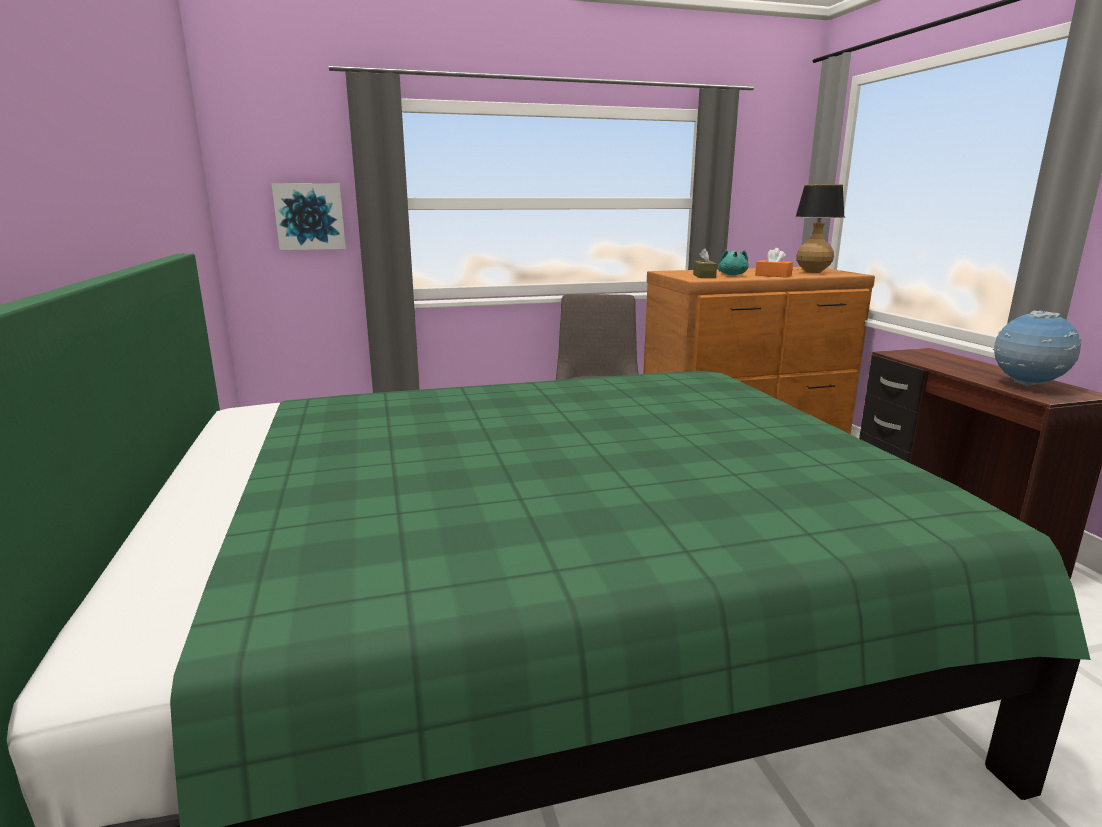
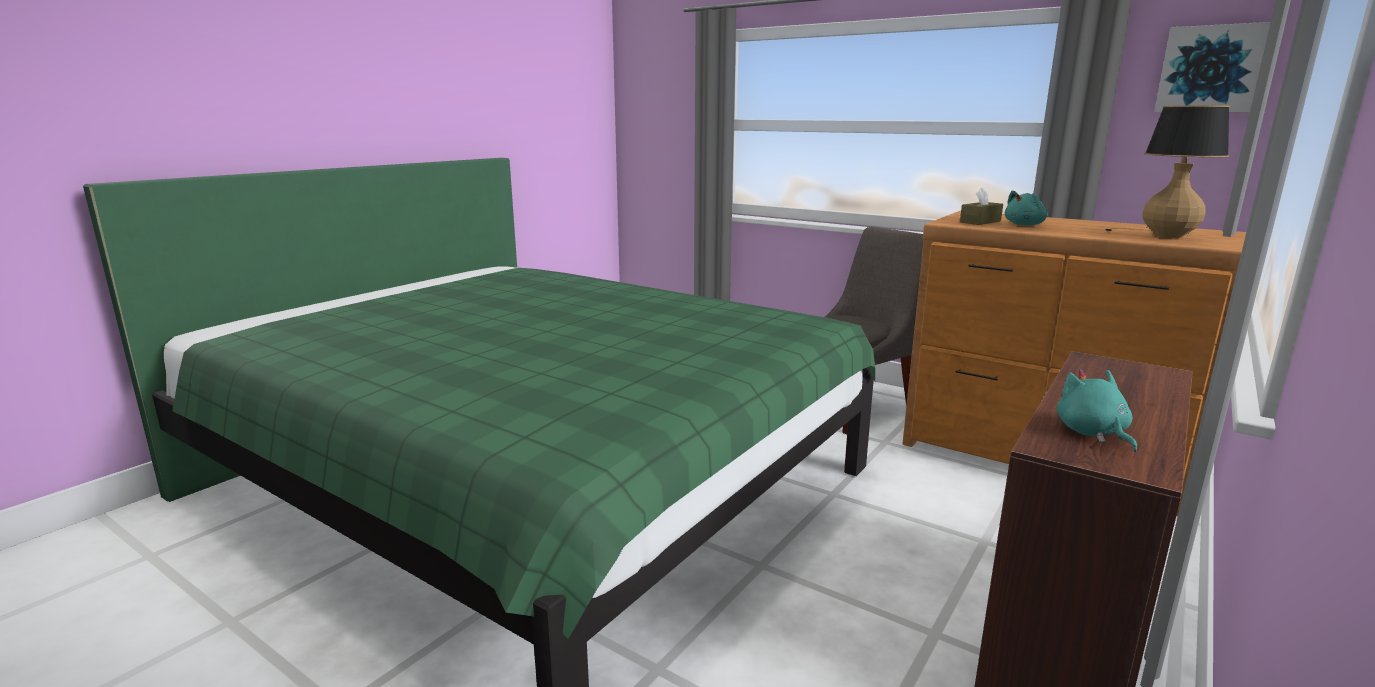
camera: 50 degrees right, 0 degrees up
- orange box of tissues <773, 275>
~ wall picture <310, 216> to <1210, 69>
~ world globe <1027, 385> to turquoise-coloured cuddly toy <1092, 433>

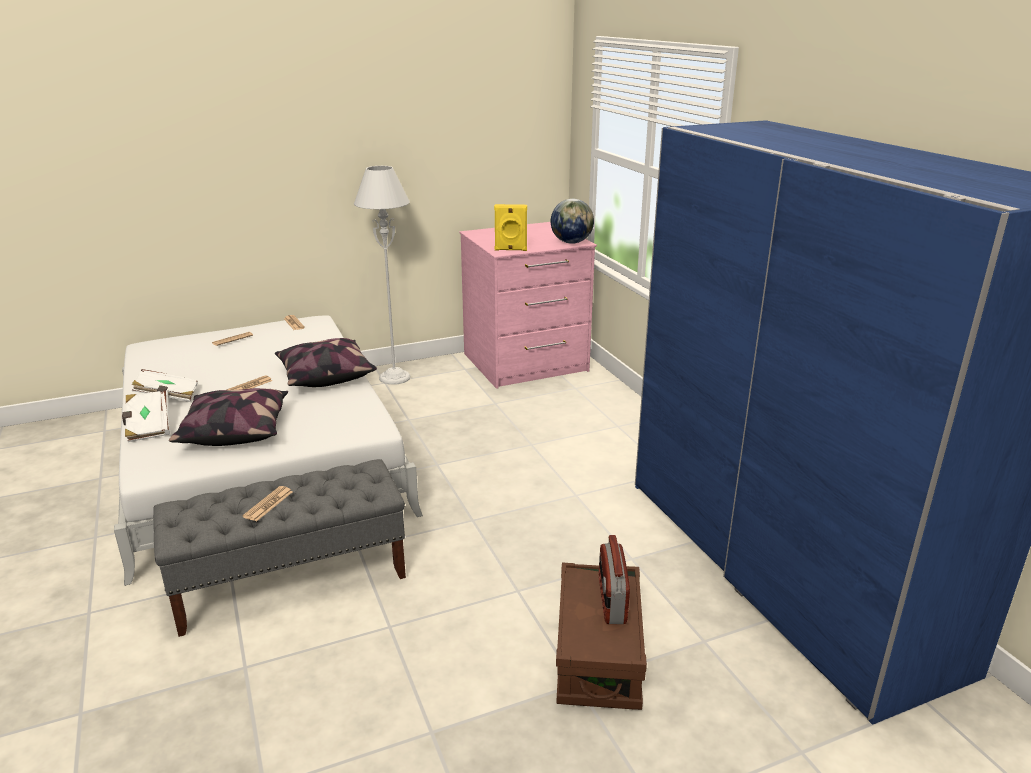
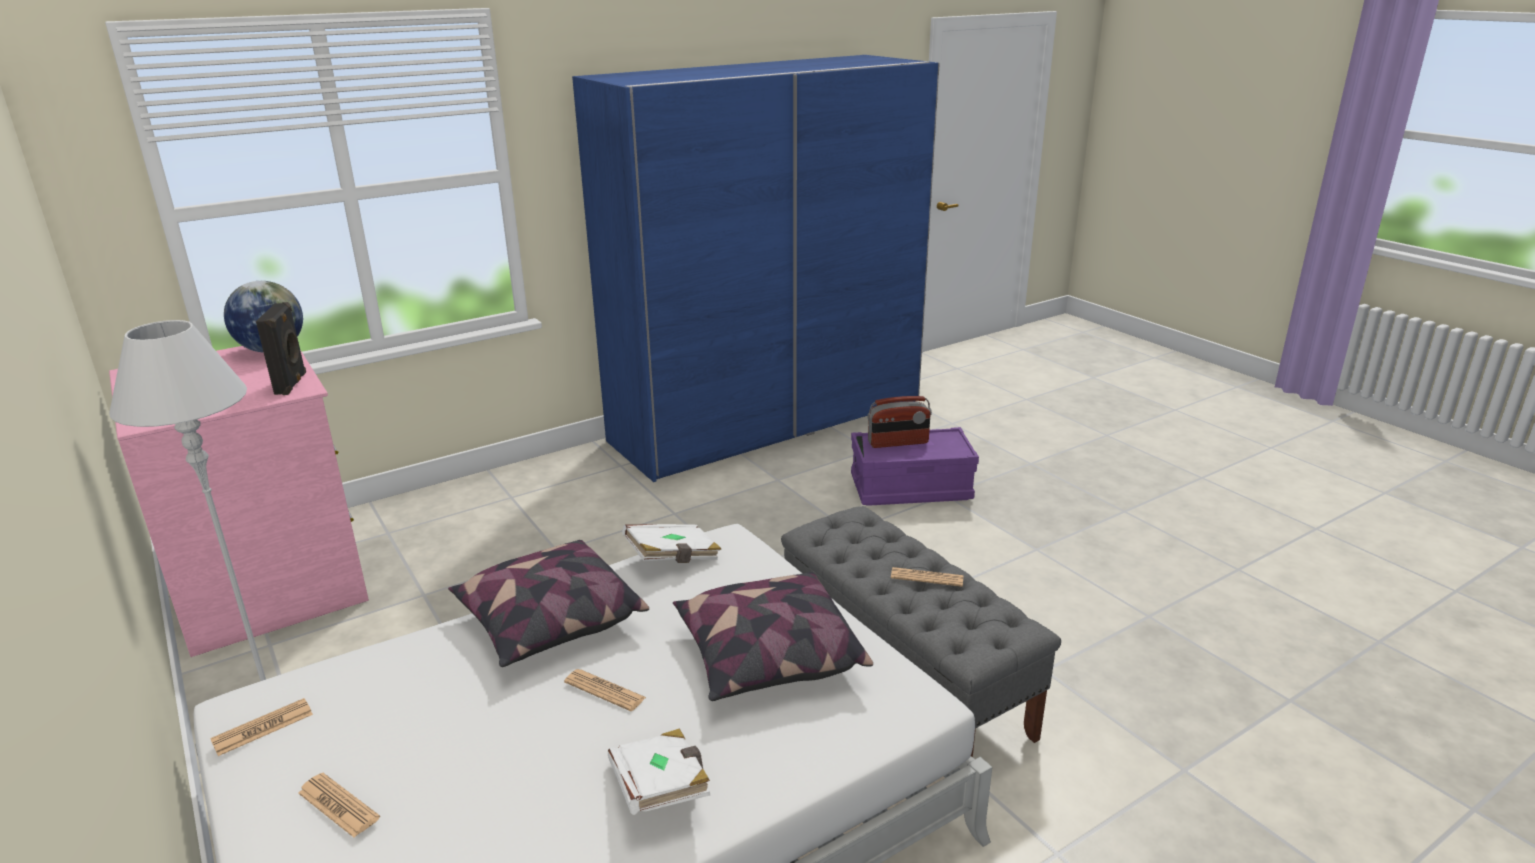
camera: 100 degrees left, 0 degrees up
~ whitish bound book <148, 427> to <673, 558>
~ yellowish loudspeaker <510, 250> to blackish loudspeaker <292, 384>
~ brown-coloured storage container <598, 656> to purple-coloured storage container <910, 488>

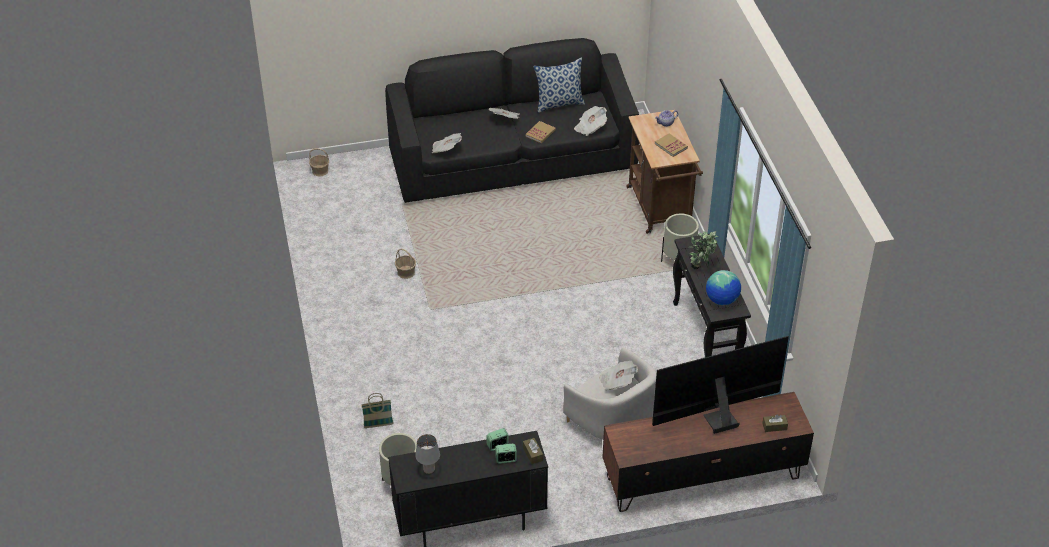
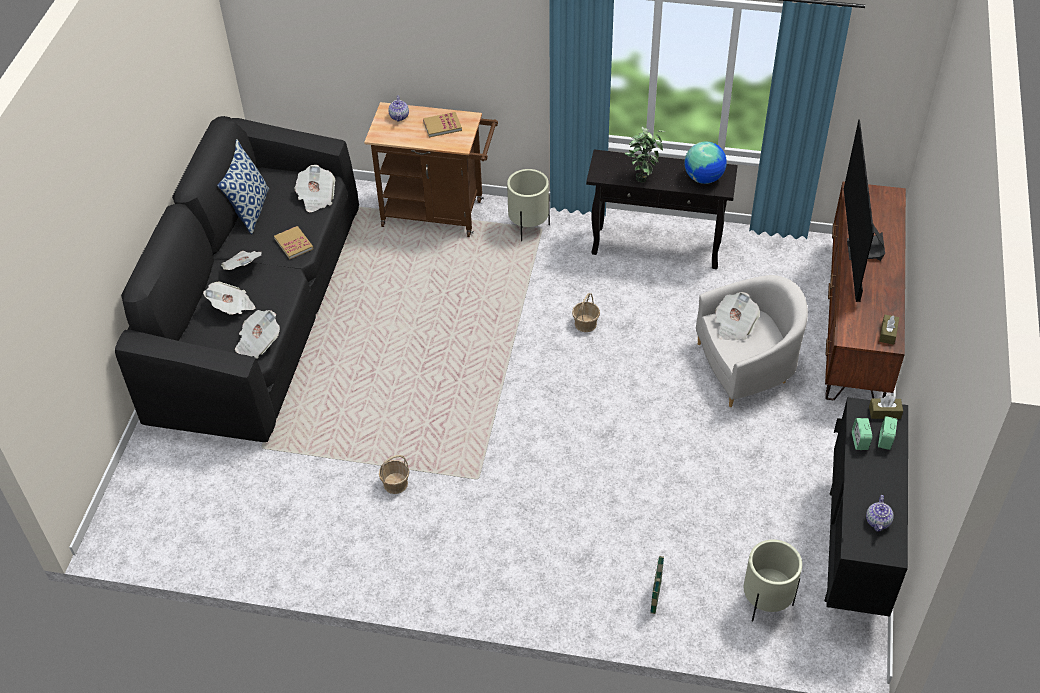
camera: 65 degrees left, 5 degrees up
+ printed paper <232, 307>
~ basket <320, 171> to <585, 323>
~ brown-coloured box of tissues <774, 426> to <888, 333>
~ greyish tabletop lamp <429, 470> to pot for tea <878, 521>

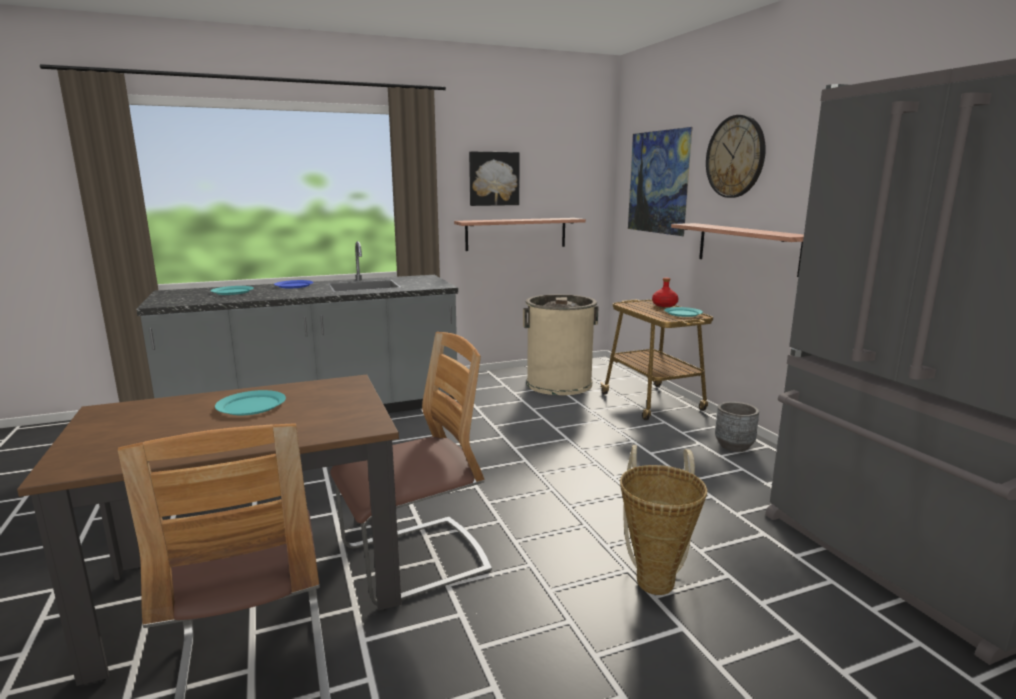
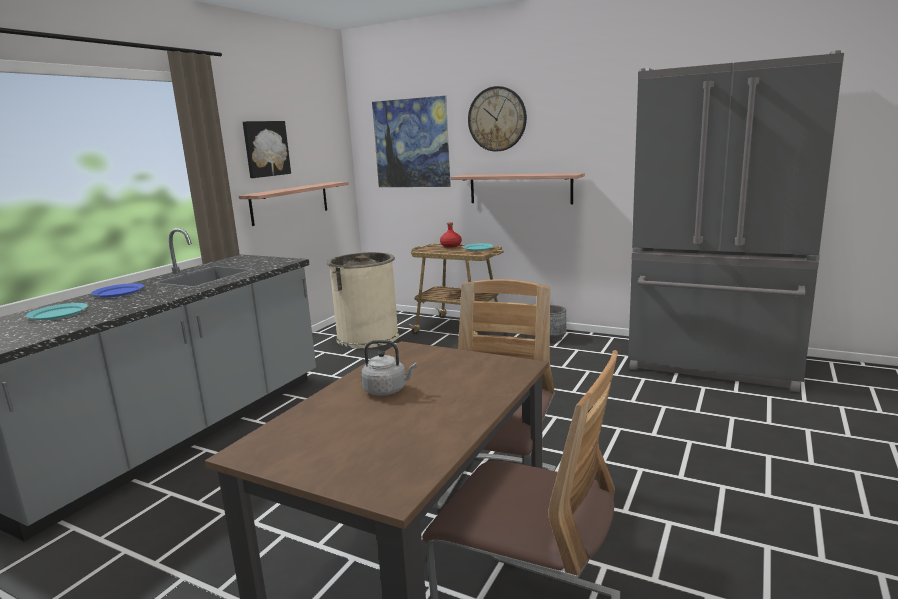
camera: 40 degrees left, 0 degrees up
- basket <655, 577>
~ turquoise-coloured flat dish <252, 406> to greyish water kettle <387, 390>

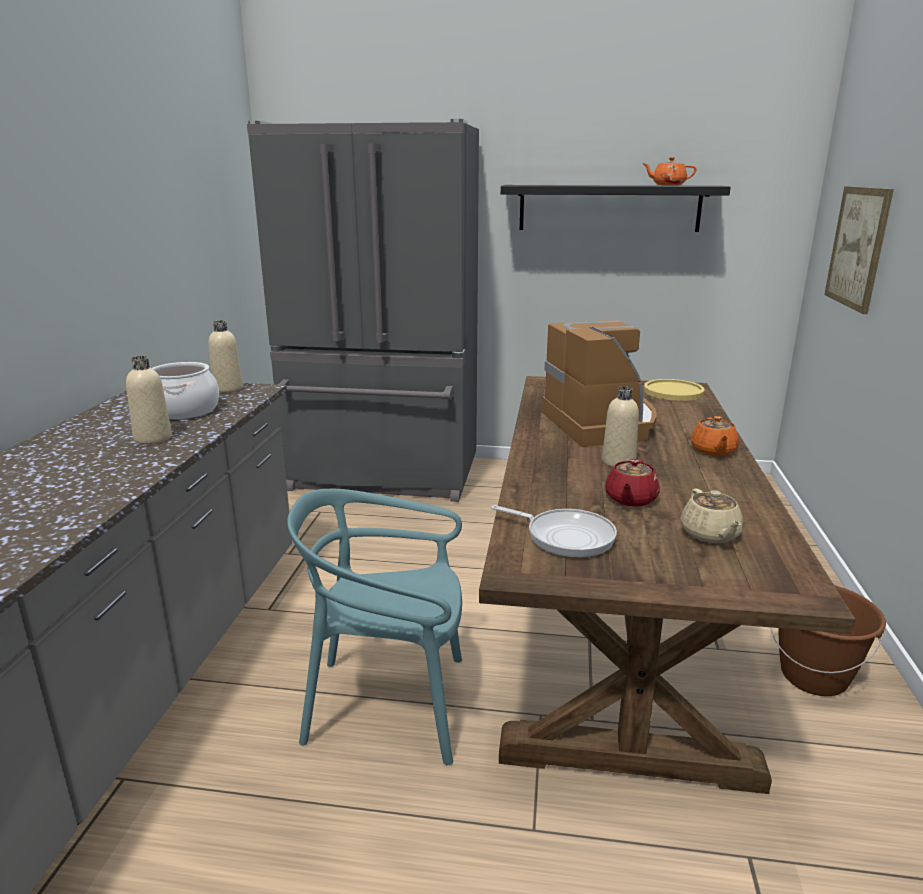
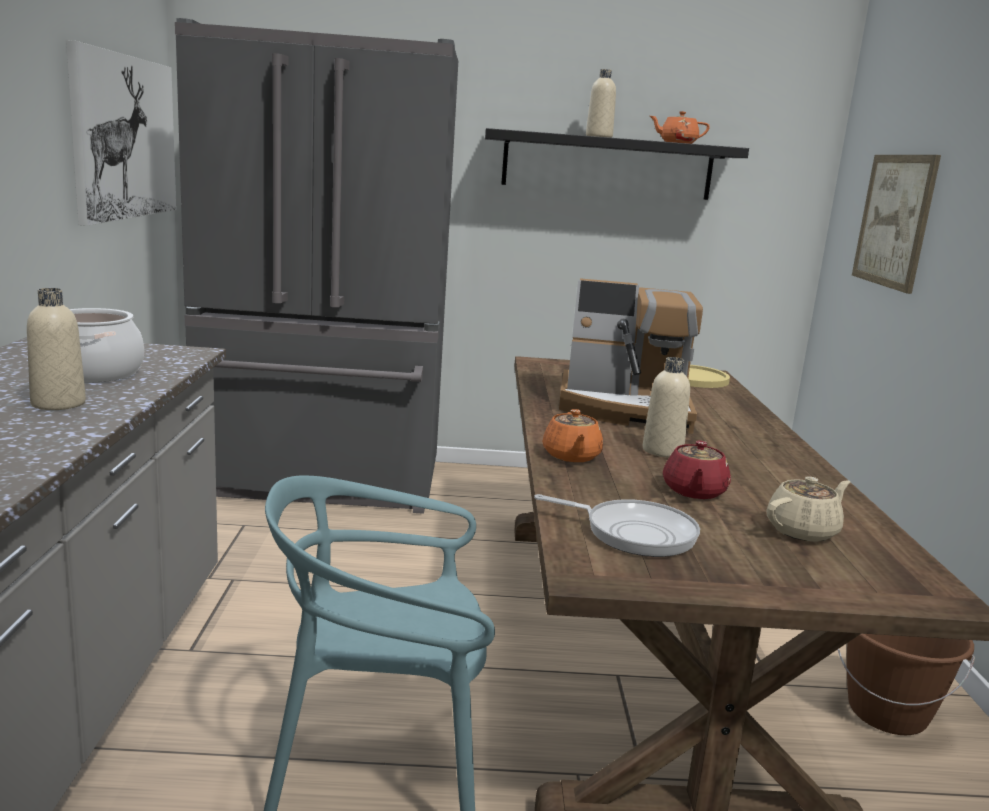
camera: 10 degrees left, 5 degrees down
+ wall picture <125, 137>
~ sand-coloured beverage bottle <228, 389> to <599, 136>
~ orange pot for tea <713, 451> to <571, 456>
~ coffee maker <602, 423> = <626, 409> 120 degrees clockwise
~ sand-coloured pot for tea <710, 535> = <803, 531> 105 degrees counterclockwise

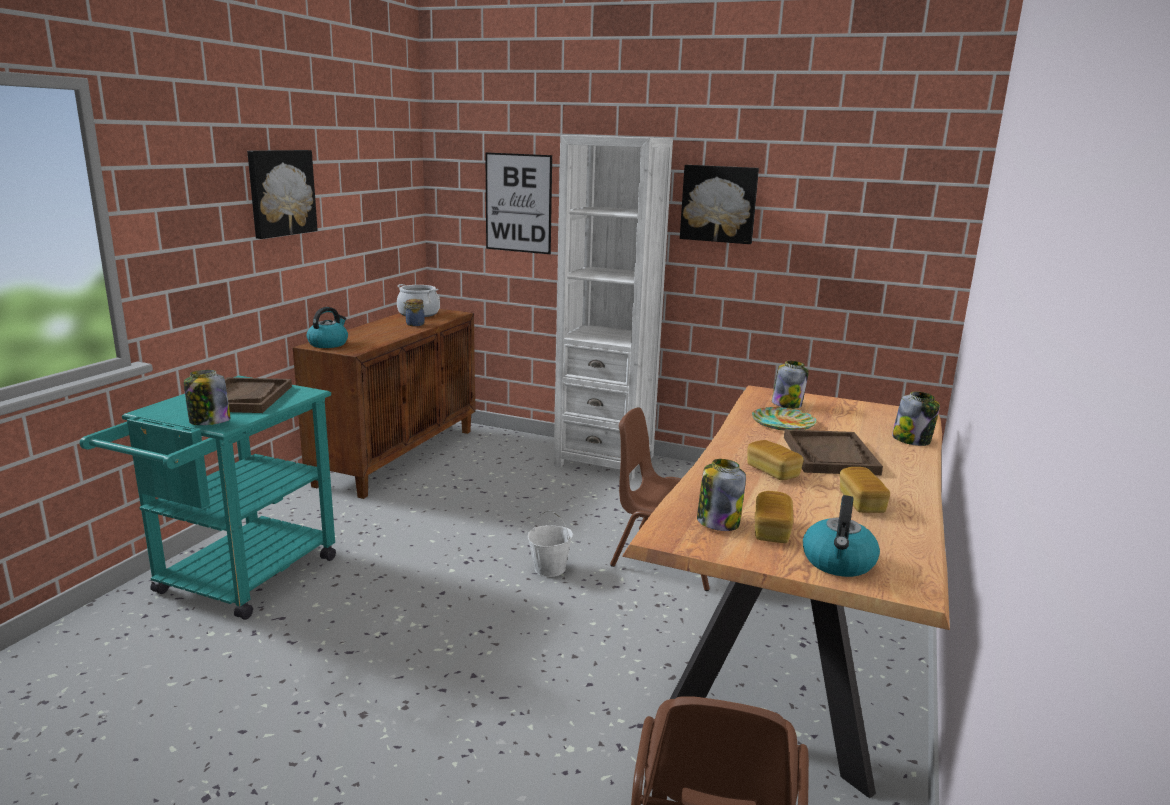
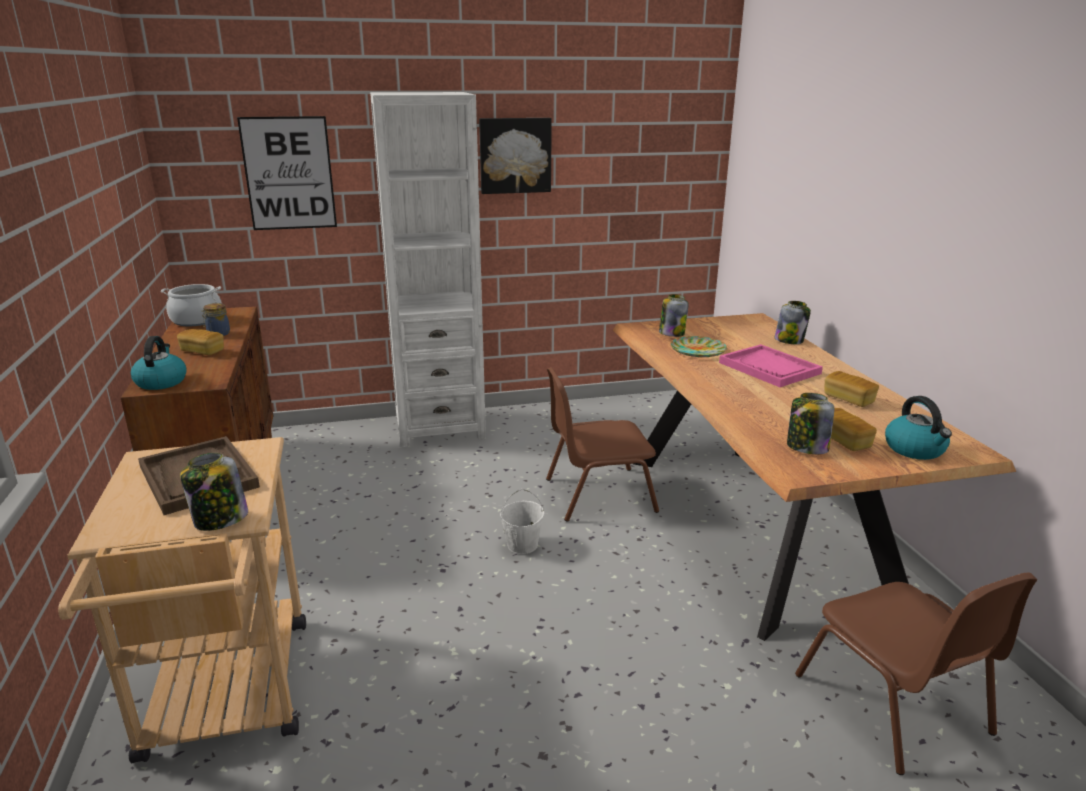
camera: 35 degrees left, 5 degrees up
- wall picture <280, 192>
~ bread <772, 472> to <202, 351>
~ turquoise-coloured trolley <237, 582> to sand-coloured trolley <226, 701>
~ brown-coloured tray <830, 455> to pinkish tray <769, 368>

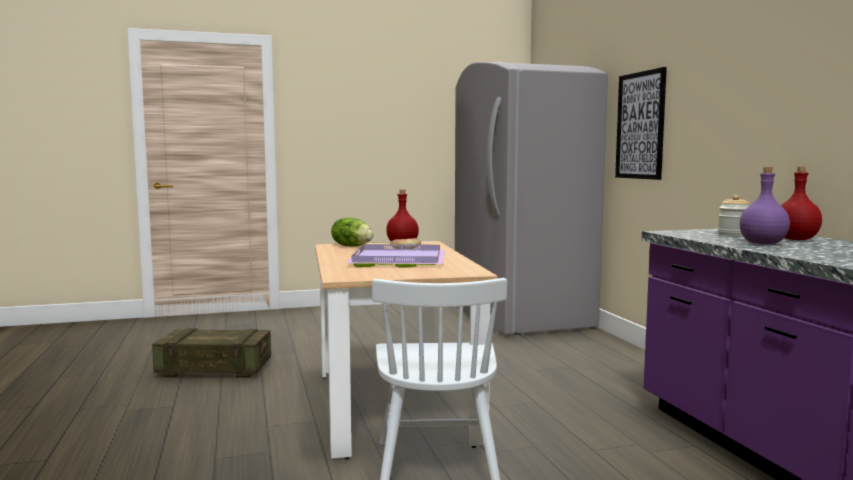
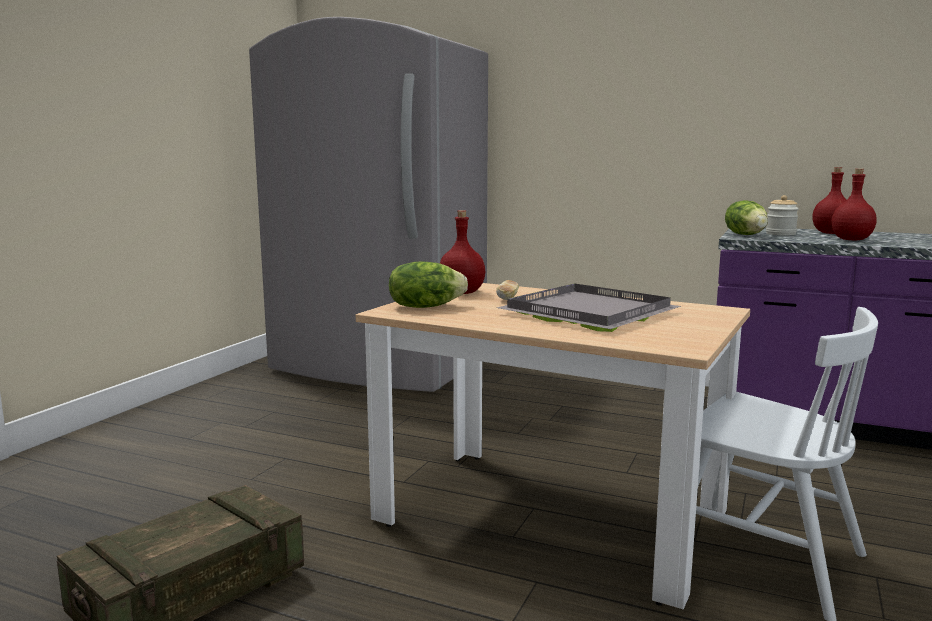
camera: 50 degrees left, 5 degrees up
- wall picture <640, 125>
+ lettuce <746, 235>
~ purple-coloured tray <396, 260> to greyish tray <589, 314>
~ purple-coloured beverage bottle <762, 244> to red beverage bottle <851, 240>

